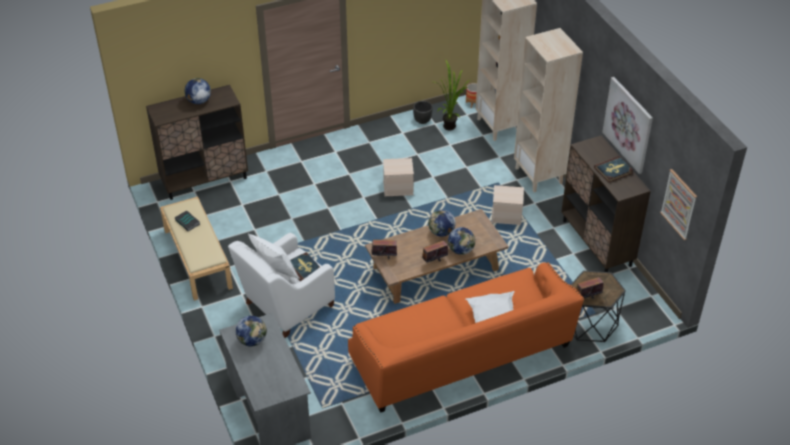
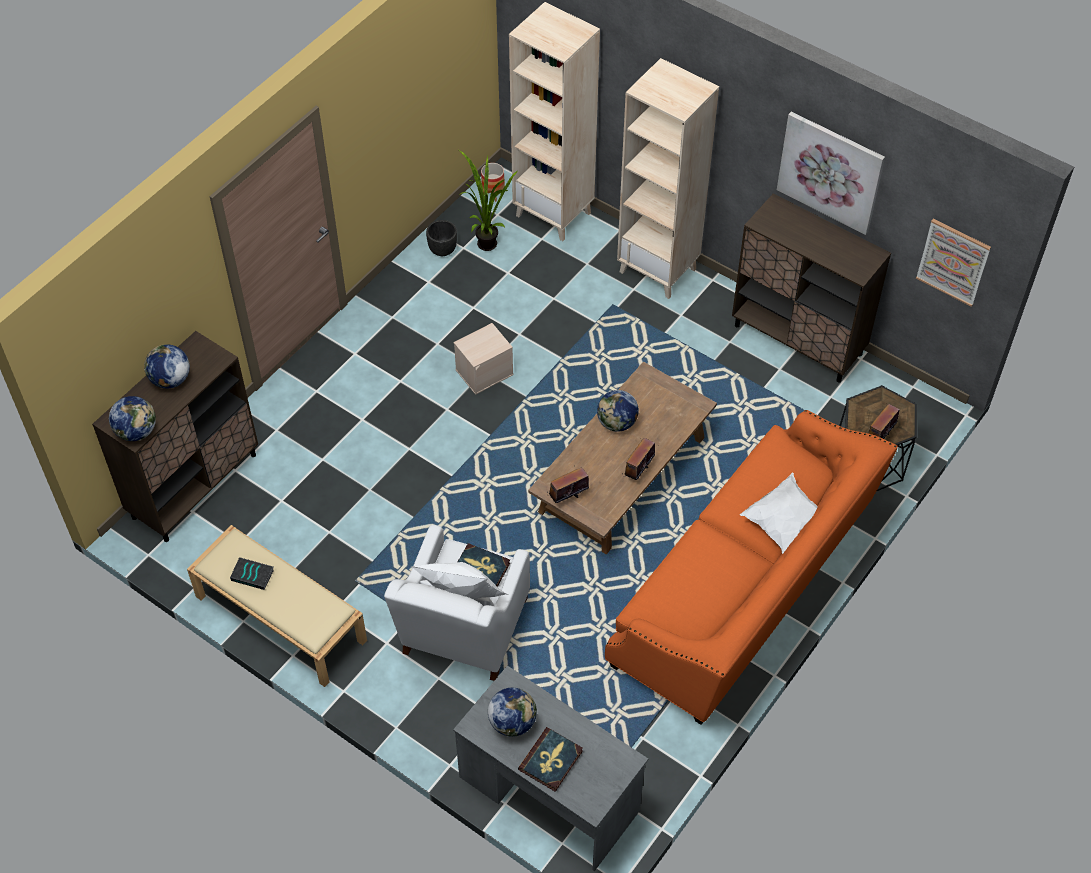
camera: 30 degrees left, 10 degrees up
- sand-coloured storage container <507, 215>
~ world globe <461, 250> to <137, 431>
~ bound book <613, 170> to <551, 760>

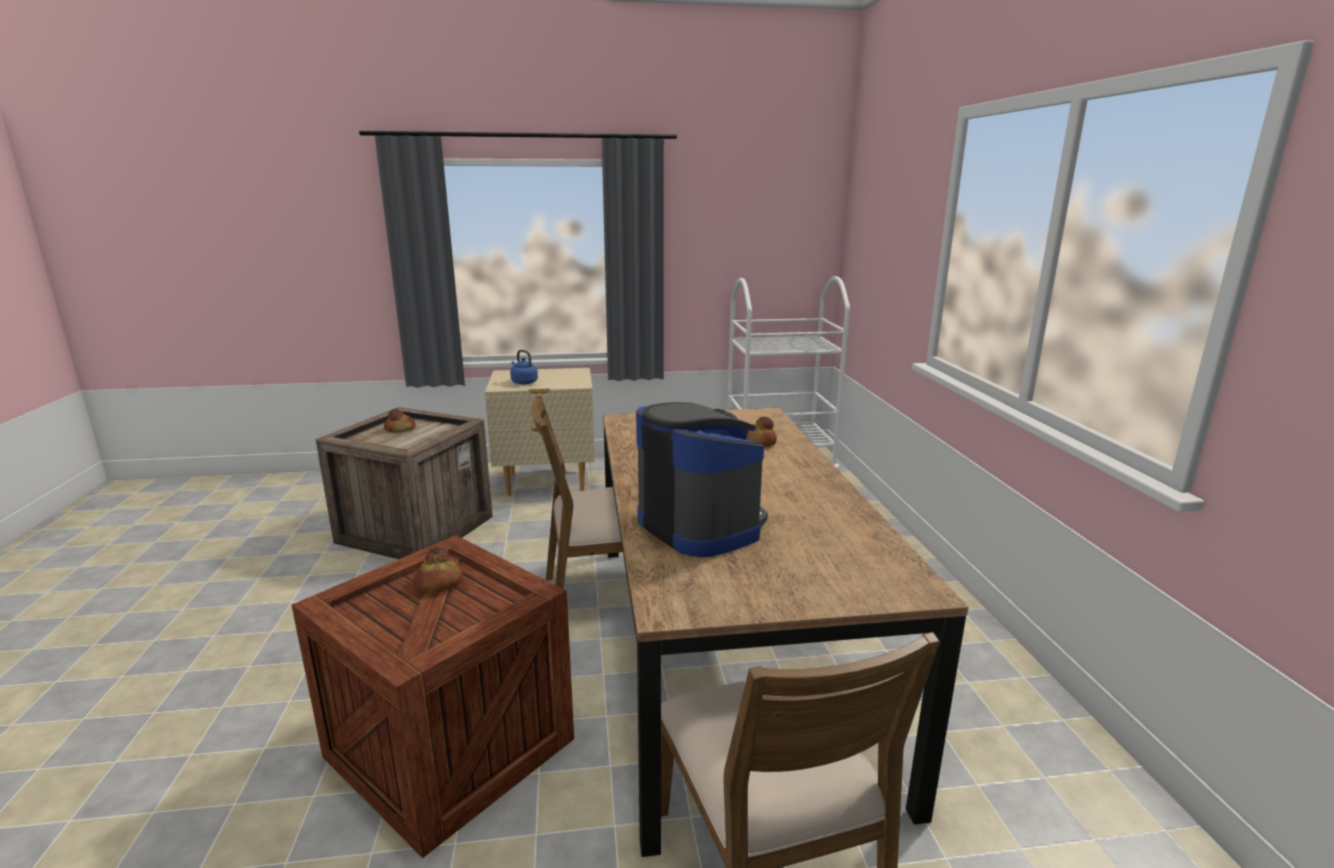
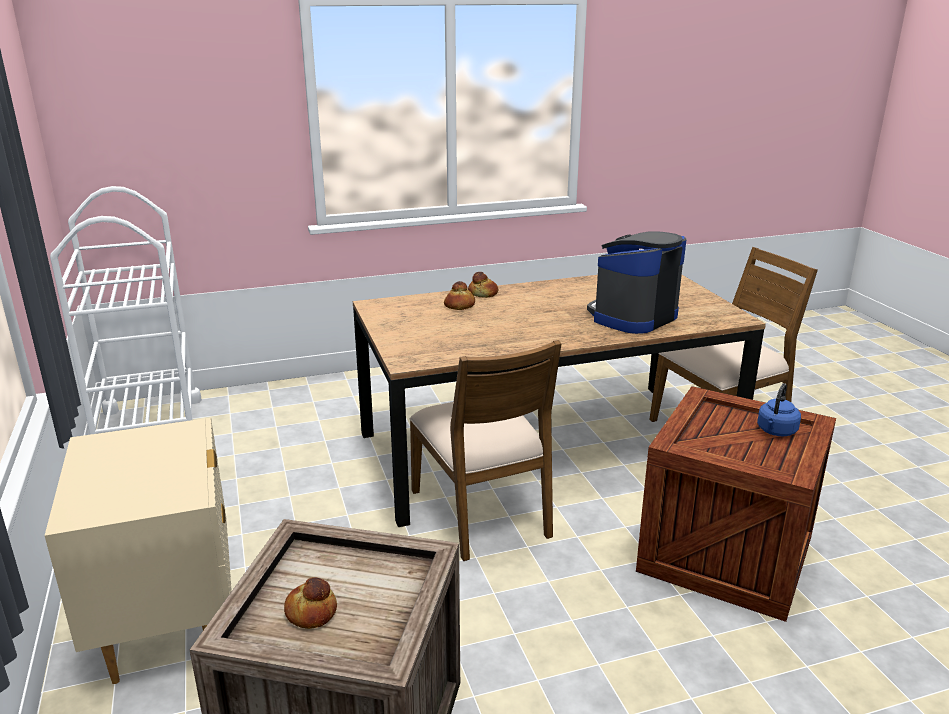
camera: 100 degrees left, 5 degrees up
~ bread <439, 583> to <483, 293>
~ blue water kettle <523, 382> to <776, 431>

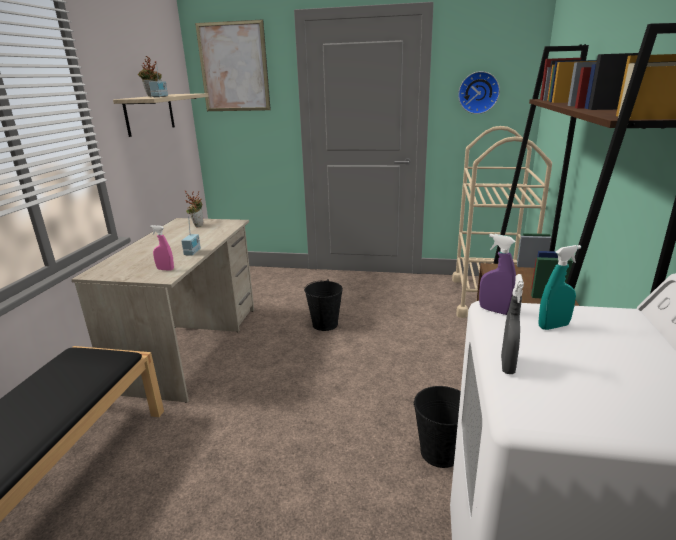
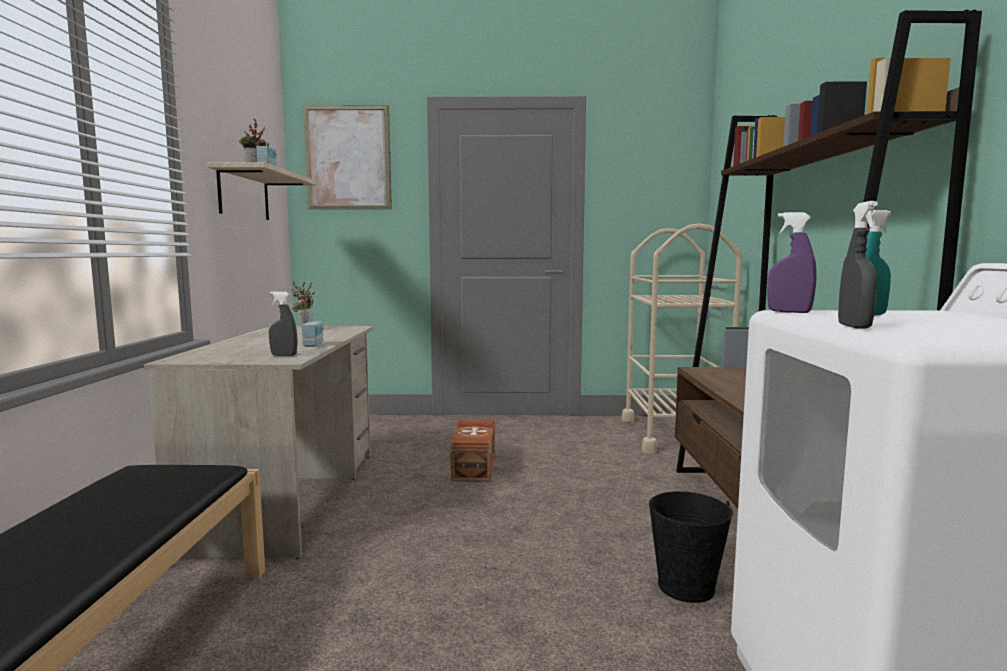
camera: 10 degrees left, 15 degrees down
- clock on the wall <478, 92>
~ blackish water bucket <325, 324> to brown-coloured storage container <475, 466>
~ pinkish spray bottle <165, 269> to greyish spray bottle <284, 355>

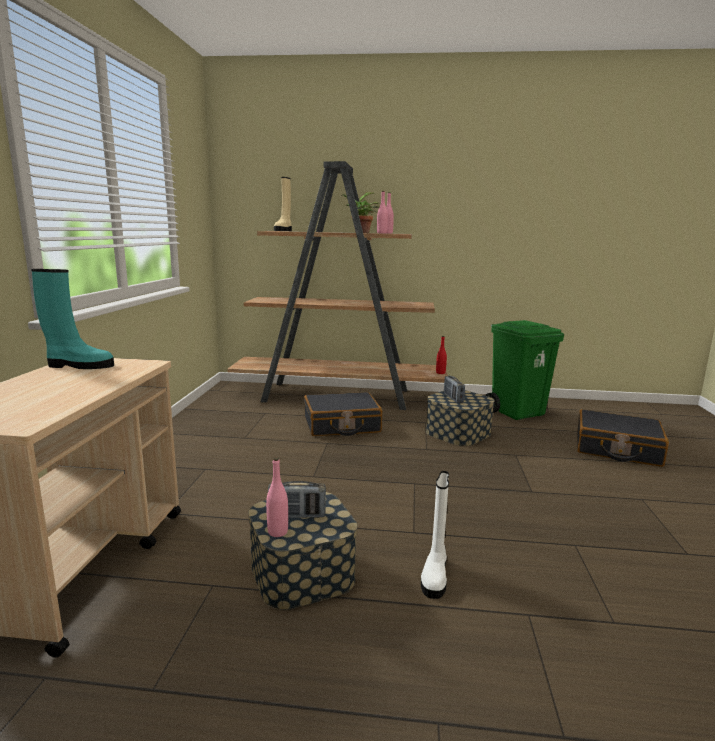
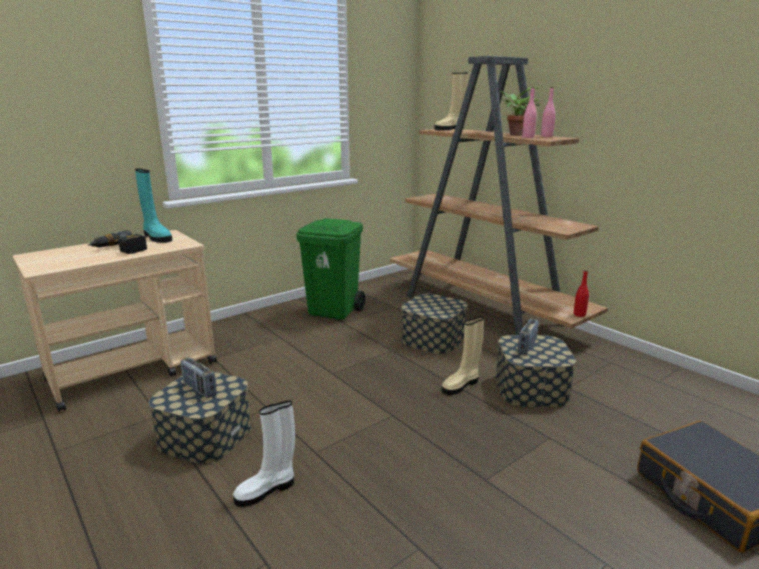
camera: 45 degrees right, 5 degrees up
- pinkish beverage bottle <277, 532>
+ electric drill <119, 250>
+ sand-coloured high-top boot <461, 385>
~ green rubbish bin <517, 412> to <334, 311>
~ blackish travel case <341, 425> to storage container <433, 339>

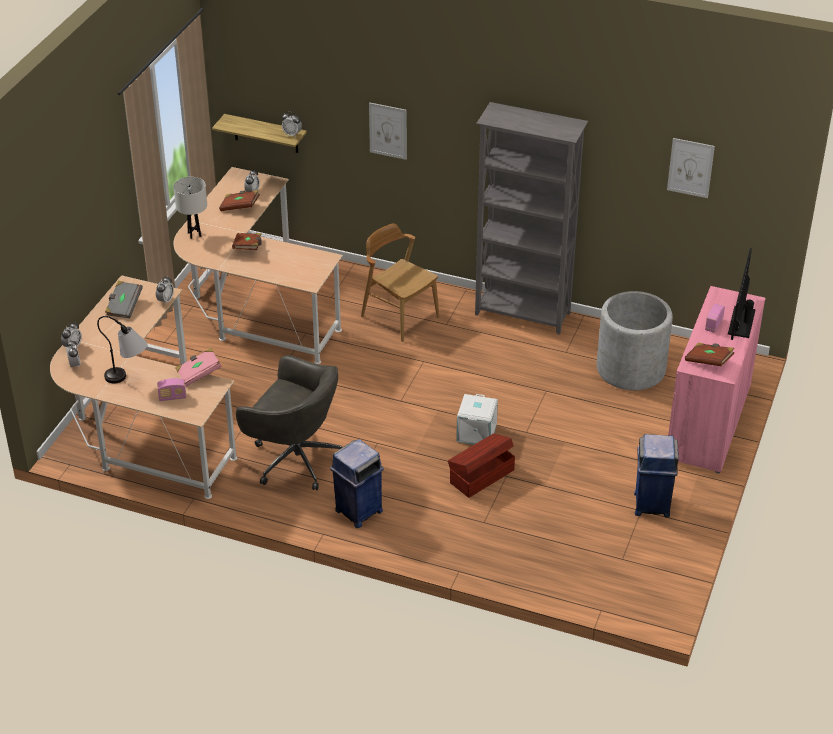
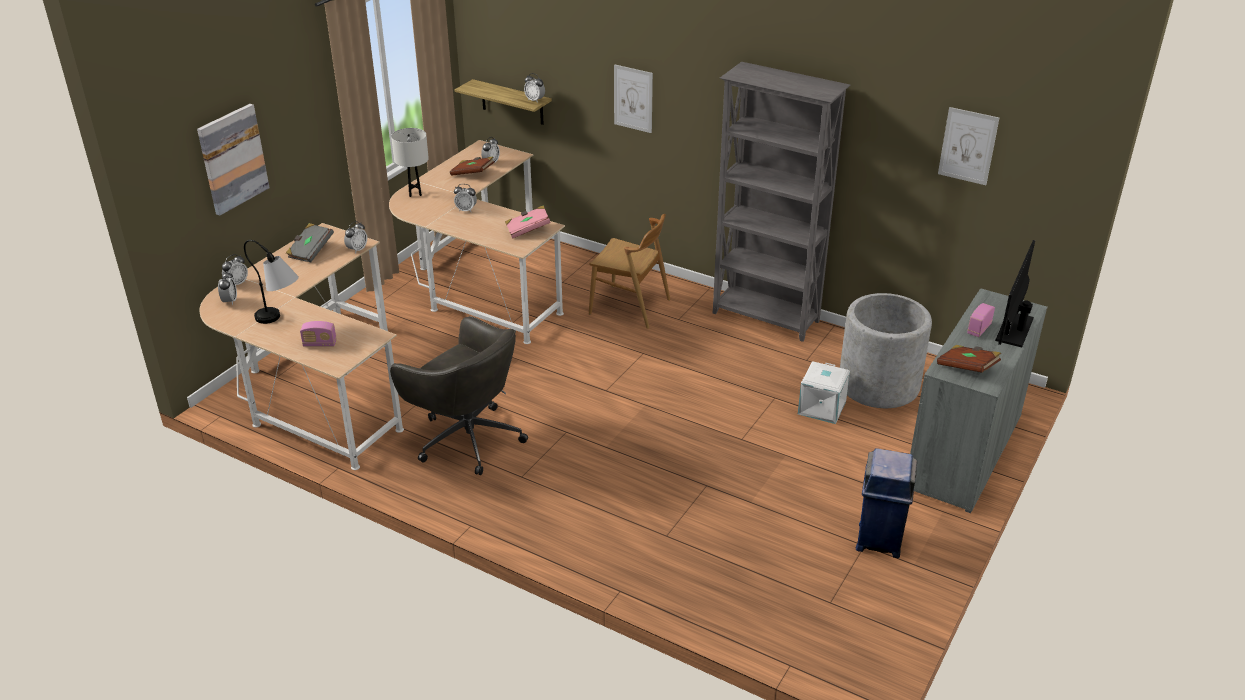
camera: 10 degrees right, 5 degrees down
- blue rubbish bin <358, 511>
- brown-coloured storage container <481, 476>
+ wall picture <232, 159>
~ pinkish bound book <199, 374> to <528, 230>
~ whitish storage container <477, 433> to <822, 408>
~ brown-coloured bound book <248, 248> to bedside clock <466, 210>
~ pinkish cabinet <708, 422> to greyish cabinet <963, 452>
~ brown-coloured plain chair <400, 316> = <630, 307> 150 degrees clockwise

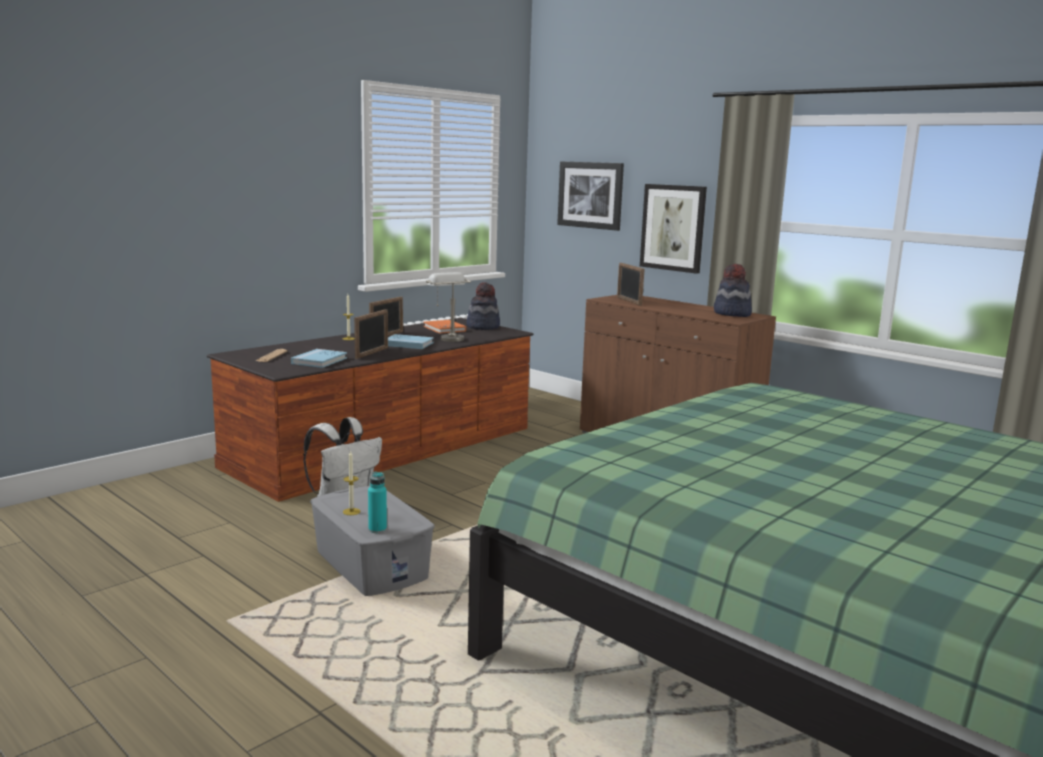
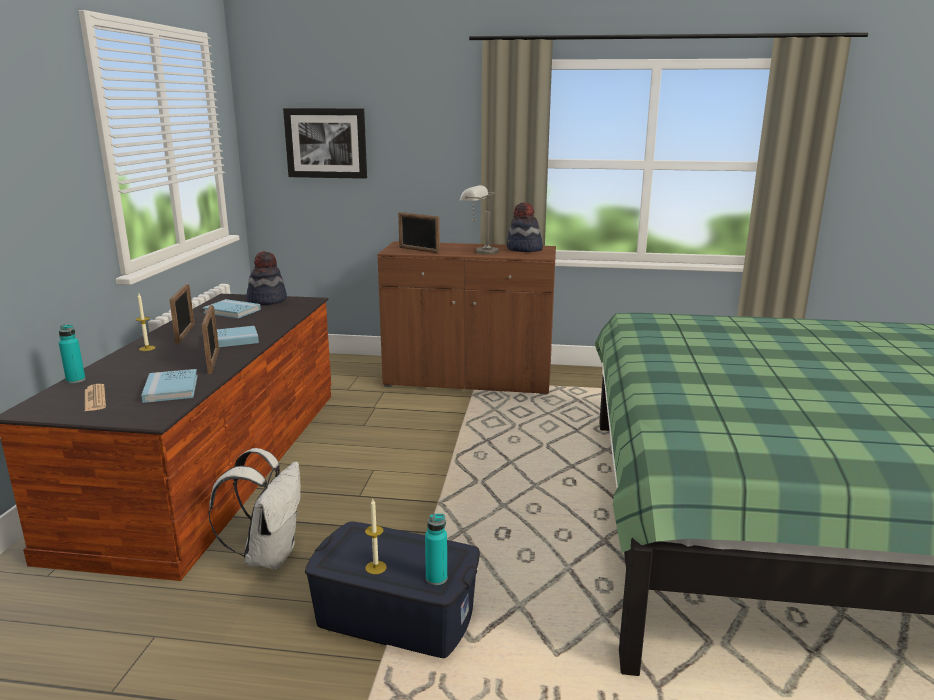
camera: 35 degrees left, 5 degrees up
- wall picture <673, 227>
+ turquoise-coloured beverage bottle <75, 380>
~ greyish tabletop lamp <447, 338> to <479, 251>
~ greyish storage container <371, 564> to blue storage container <396, 615>
~ orange bound book <444, 329> to blue bound book <232, 311>

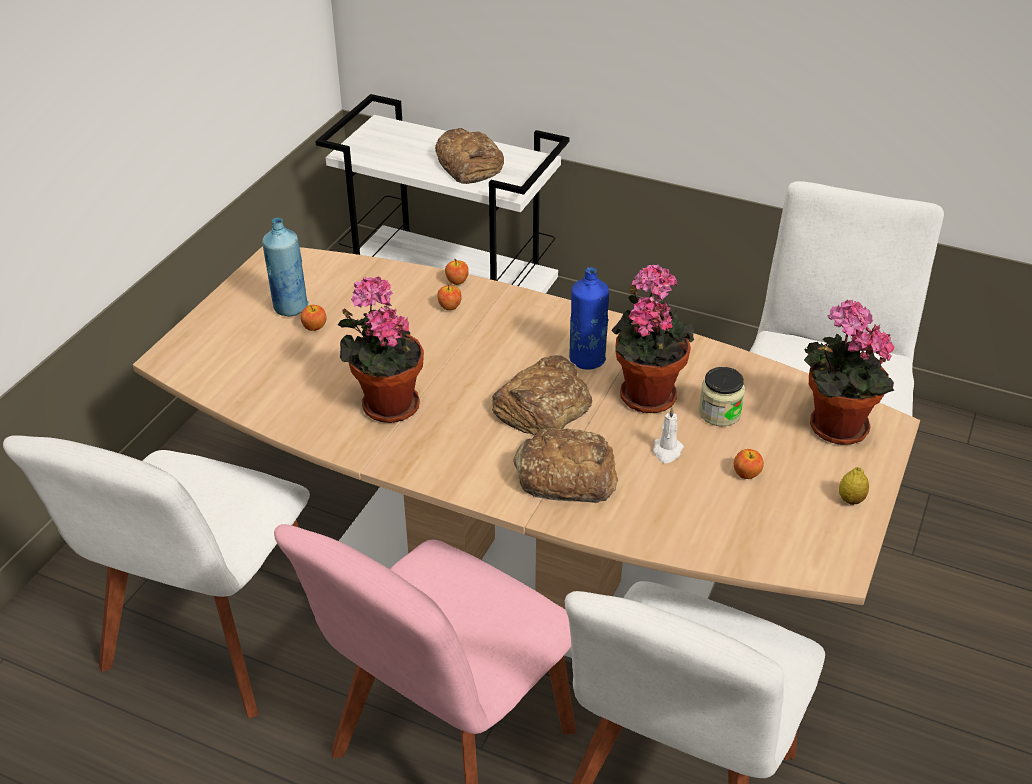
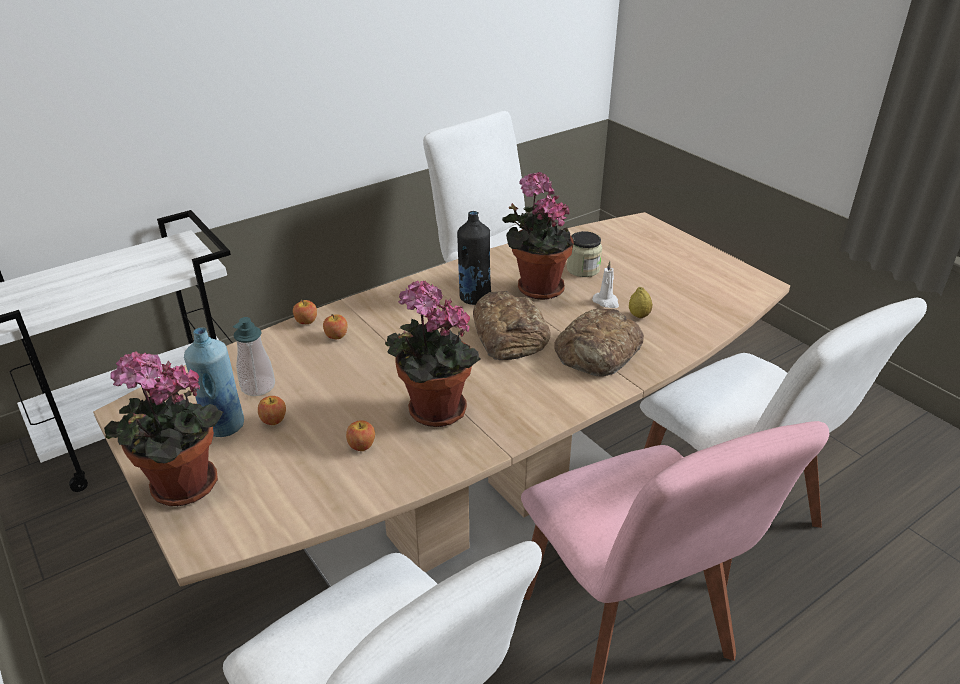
camera: 60 degrees left, 5 degrees down
- bread <469, 164>
+ soap bottle <258, 386>
~ apple <746, 474> to <362, 445>
~ houseplant <832, 427> to <180, 489>
~ whole lemon <851, 499> to <639, 315>
~ blue beverage bottle <587, 359> to blackish beverage bottle <474, 298>

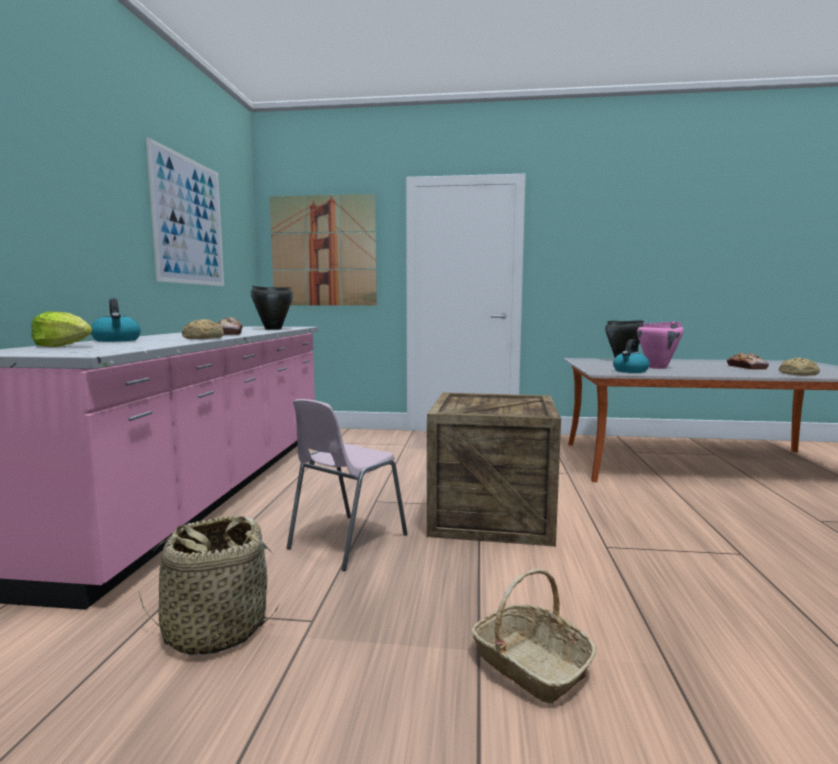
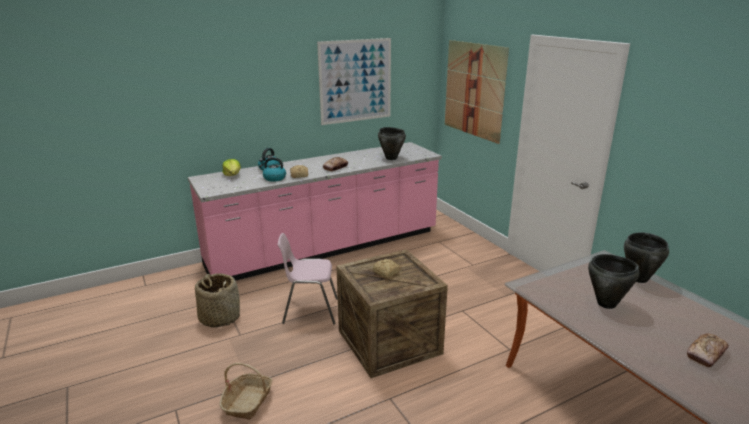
camera: 55 degrees right, 15 degrees up
~ water kettle <630, 371> to <274, 178>
~ bread <799, 374> to <386, 273>
~ pinkish stockpot <658, 367> to blackish stockpot <606, 304>

